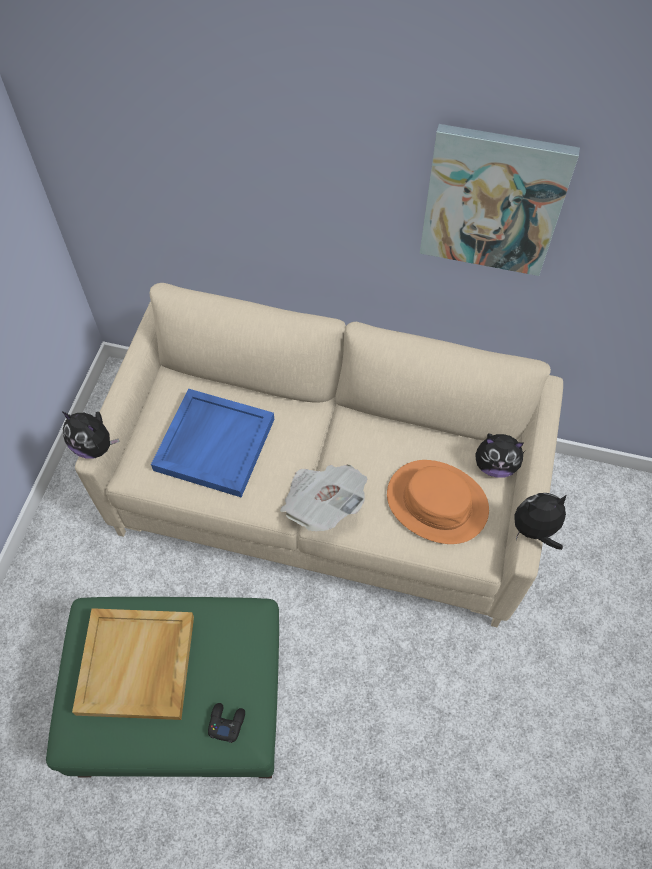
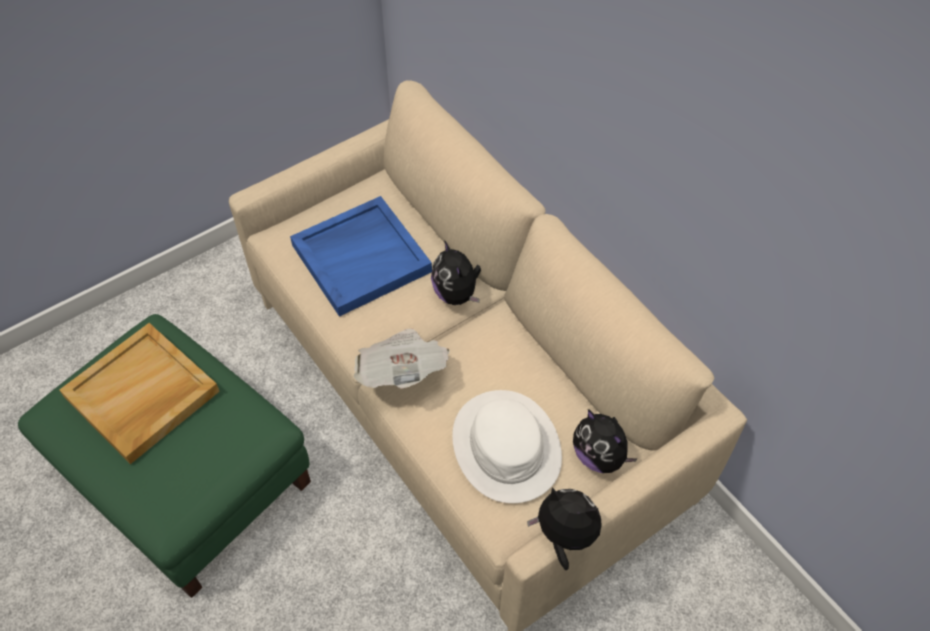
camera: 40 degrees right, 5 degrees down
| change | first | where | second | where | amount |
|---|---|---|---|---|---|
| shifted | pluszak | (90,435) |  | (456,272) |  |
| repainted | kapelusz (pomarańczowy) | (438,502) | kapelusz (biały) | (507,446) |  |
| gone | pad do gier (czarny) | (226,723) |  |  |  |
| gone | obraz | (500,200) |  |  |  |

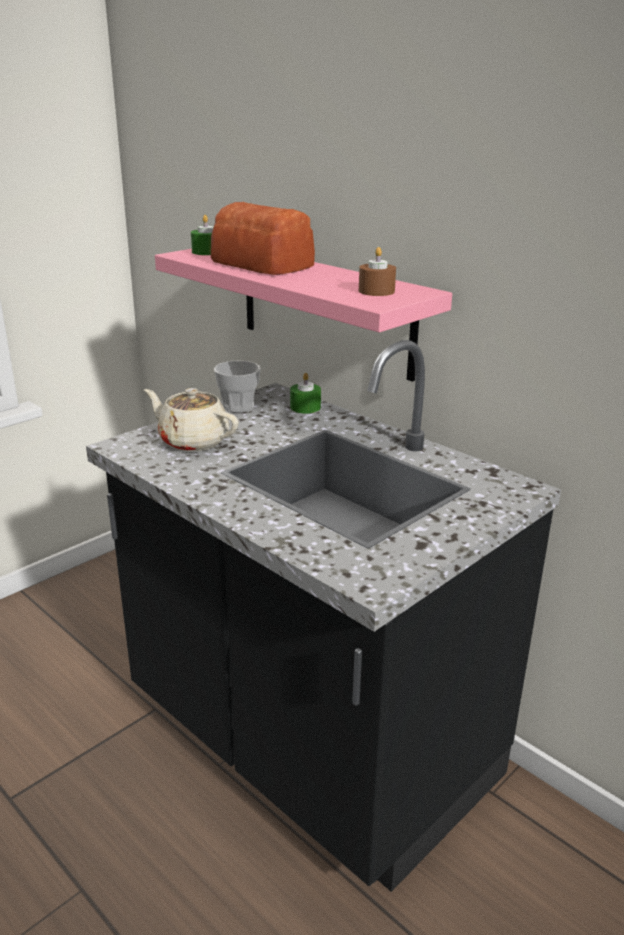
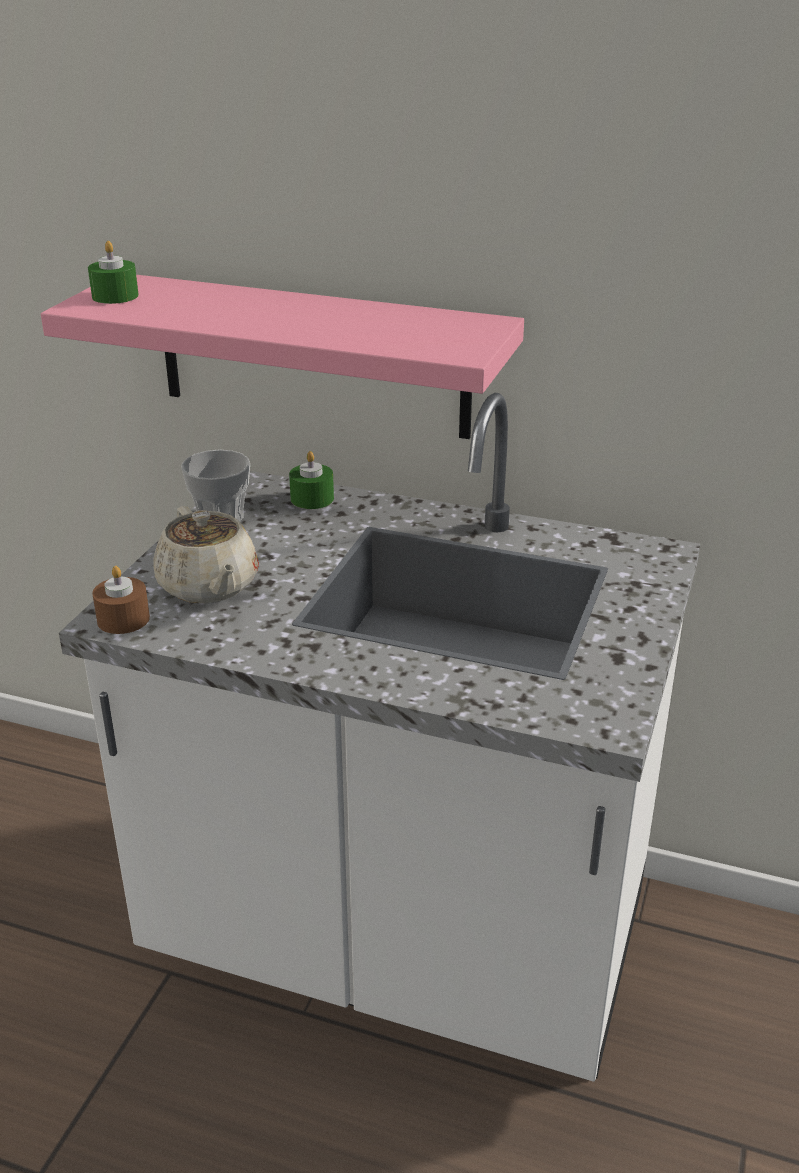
camera: 25 degrees left, 5 degrees up
| change | first | where | second | where | amount |
|---|---|---|---|---|---|
| repainted | zabudowa kuchenna (czarny) | (323,616) | zabudowa kuchenna (biały) | (379,737) |  |
| shifted | świeca (brązowy) | (377,271) |  | (121,600) |  |
| rotated | imbryk (beżowy) | (191,419) |  | (206,555) | 120 degrees counterclockwise |
| gone | chleb | (263,238) |  |  |  |

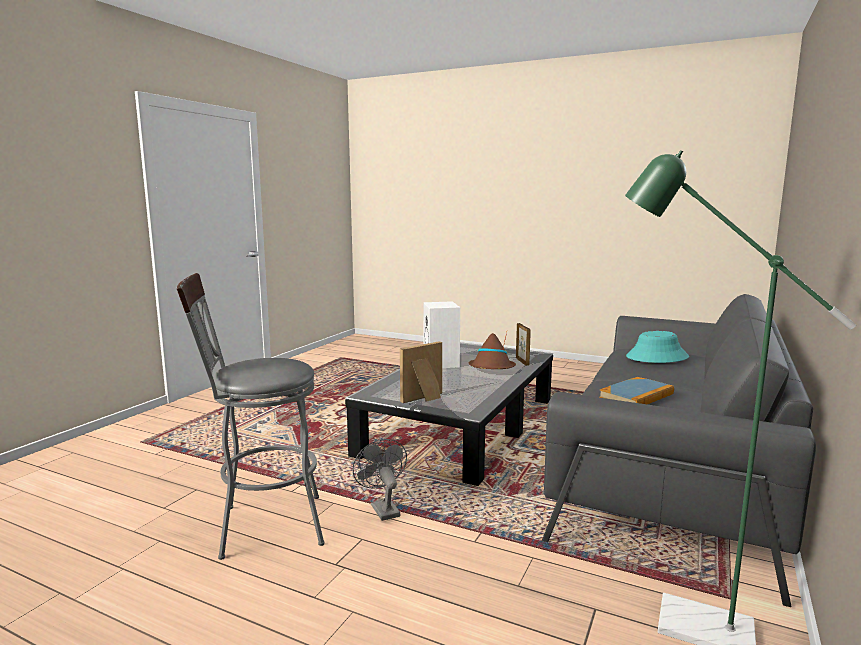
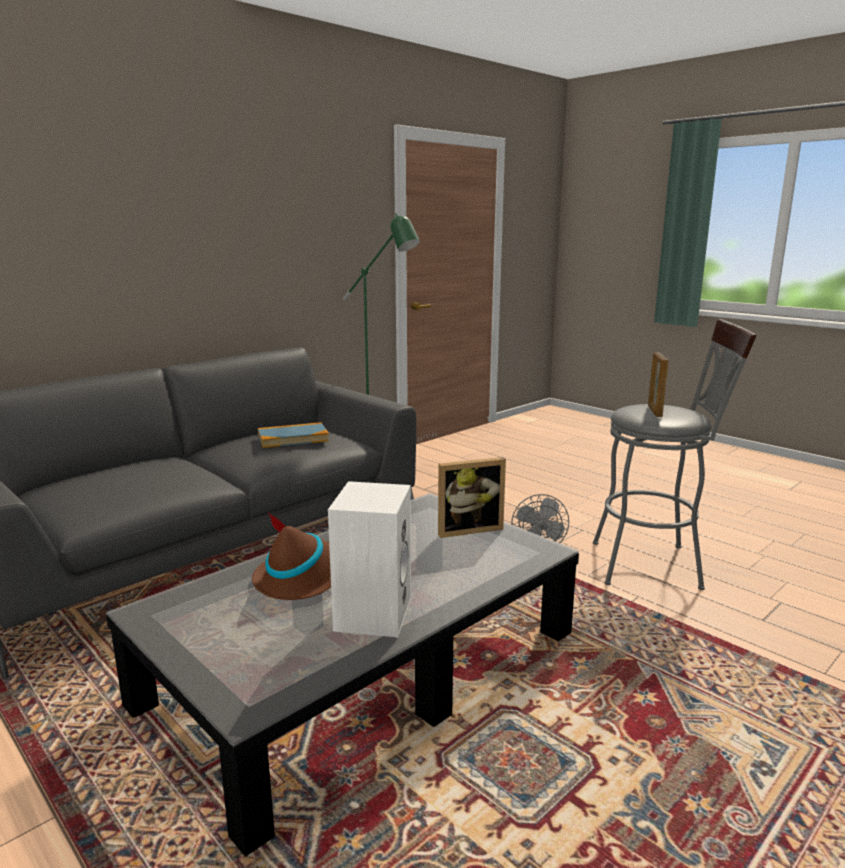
camera: 160 degrees left, 5 degrees up
| change | first | where | second | where | amount |
|---|---|---|---|---|---|
| shifted | ramka na zdjęcie | (523,344) |  | (658,384) |  |
| gone | kapelusz (turkusowy) | (657,347) |  |  |  |

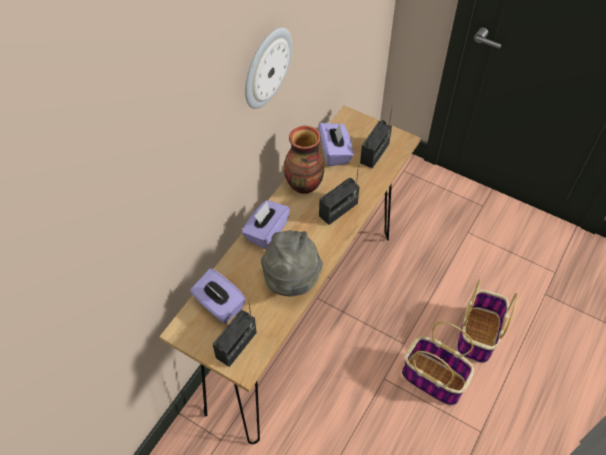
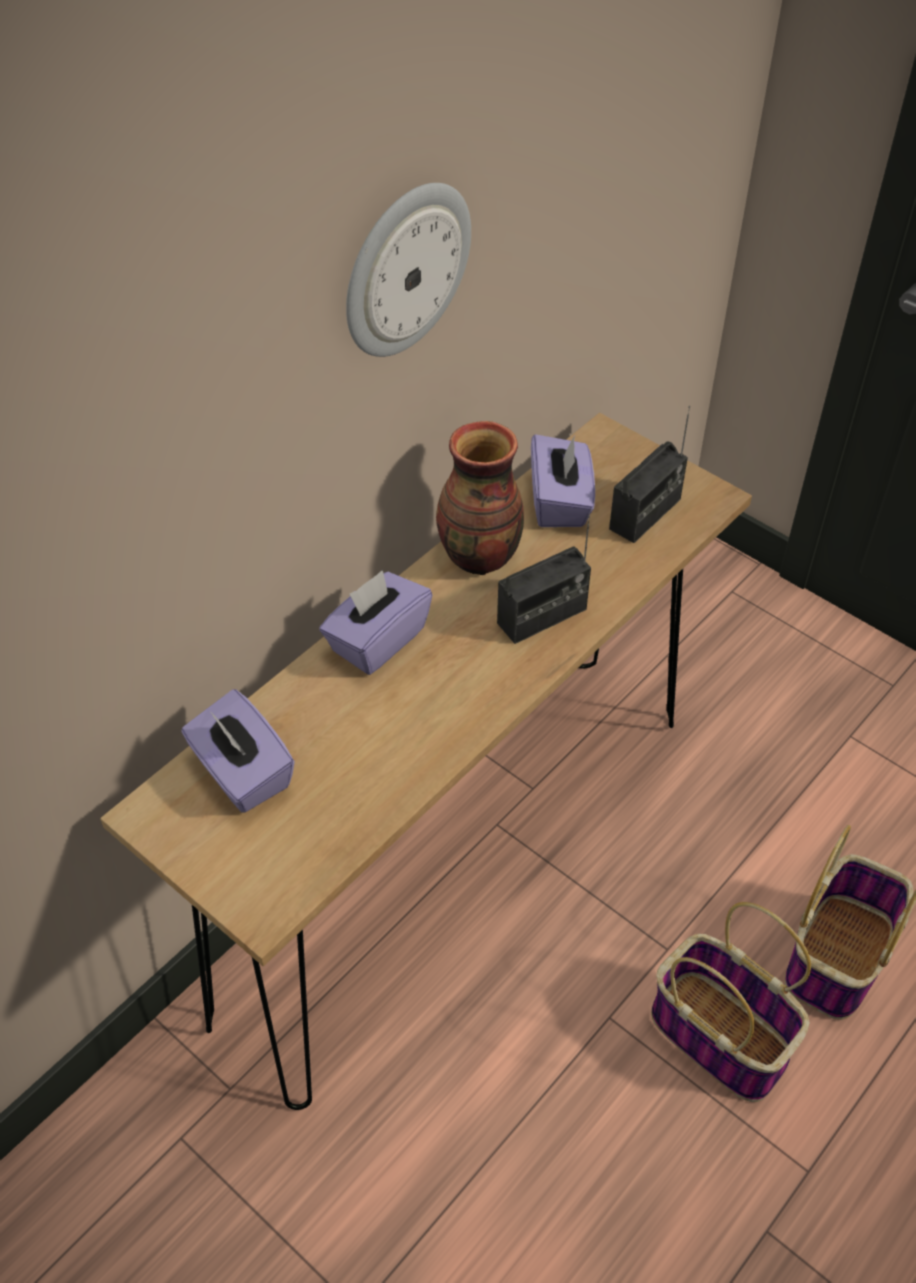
camera: 10 degrees right, 5 degrees down
| change | first | where | second | where | amount |
|---|---|---|---|---|---|
| gone | radio | (235,333) |  |  |  |
| gone | kapelusz (szary) | (292,263) |  |  |  |

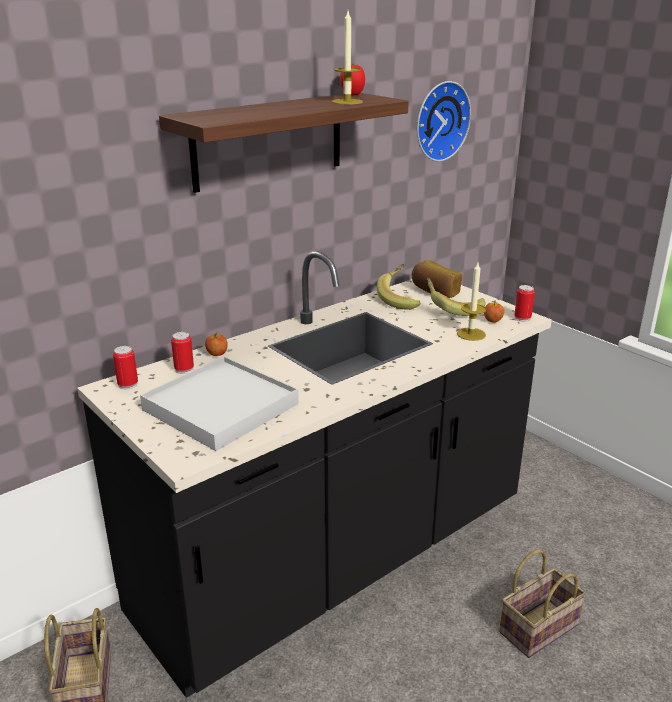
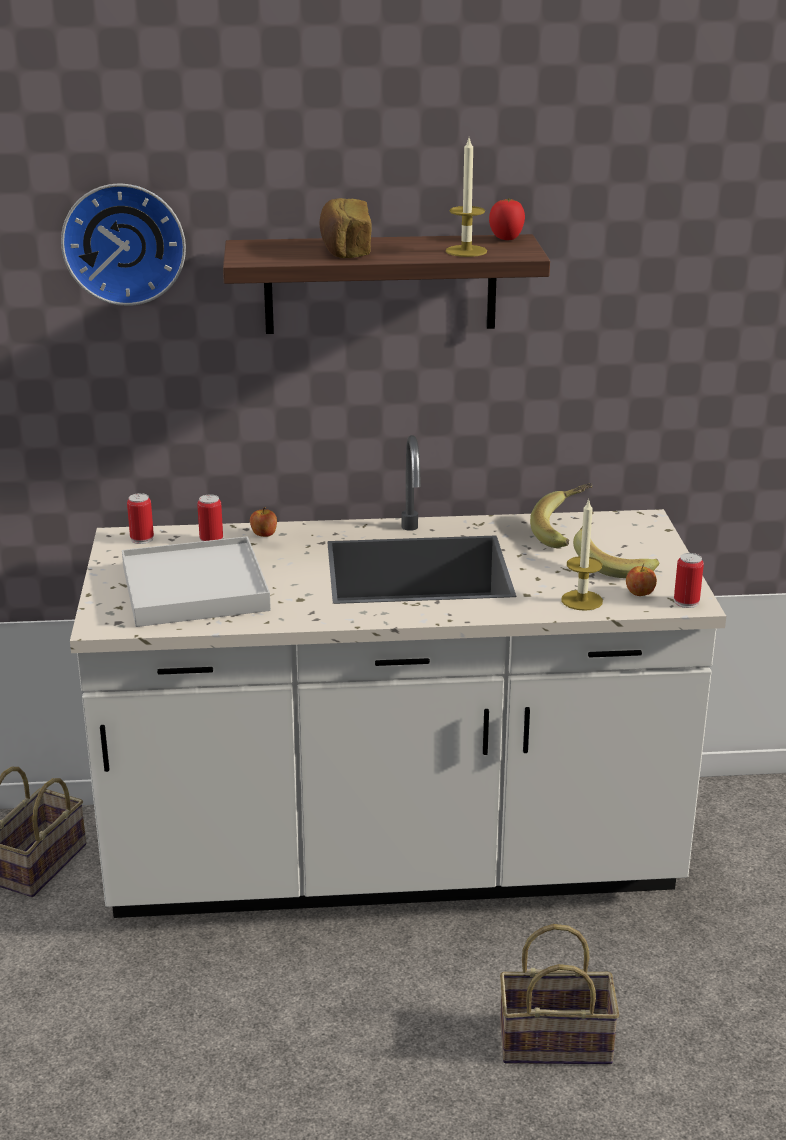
camera: 35 degrees right, 0 degrees up
| change | first | where | second | where | amount |
|---|---|---|---|---|---|
| shifted | zegar ścienny | (444,121) |  | (123,245) |  |
| repainted | zabudowa kuchenna (czarny) | (314,474) | zabudowa kuchenna (biały) | (398,676) |  |
| shifted | chleb | (437,279) |  | (346,228) |  |

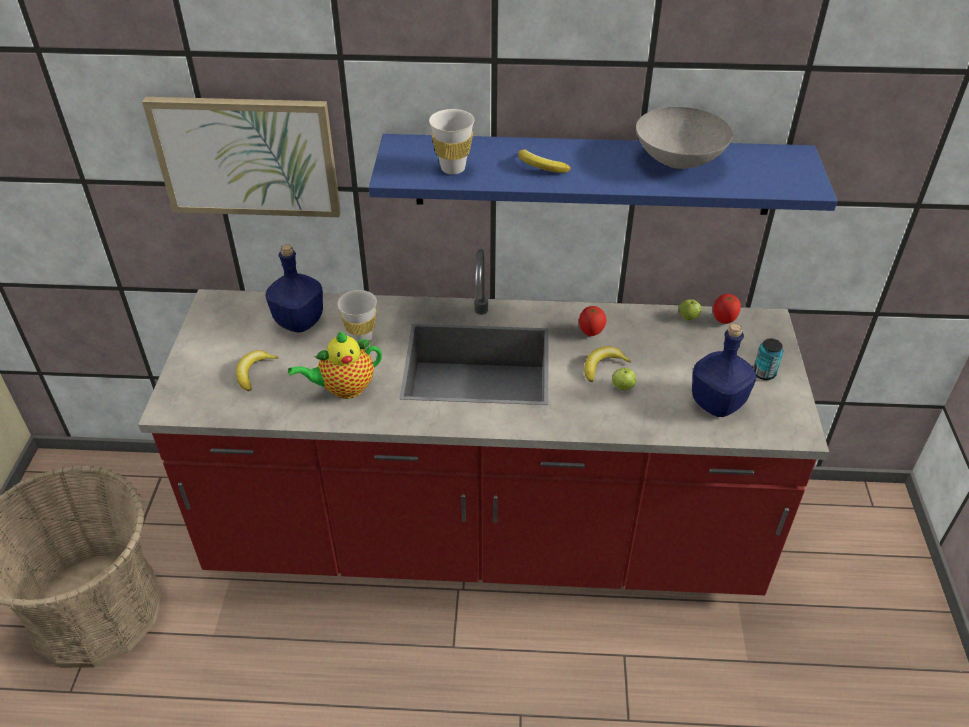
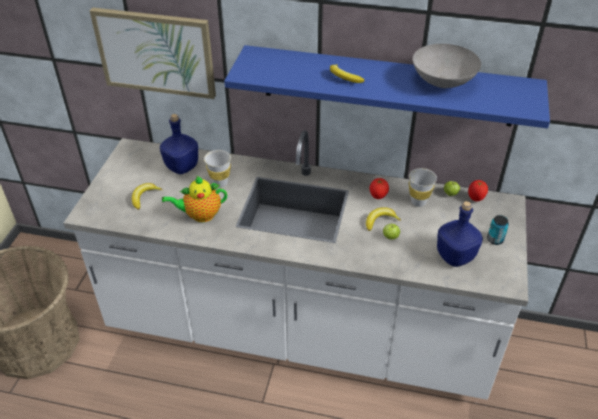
camera: 10 degrees right, 0 degrees up
| change | first | where | second | where | amount |
|---|---|---|---|---|---|
| repainted | zabudowa kuchenna (czerwony) | (483,422) | zabudowa kuchenna (biały) | (296,265) |  |
| shifted | filiżanka (biały) | (451,141) |  | (423,187) |  |

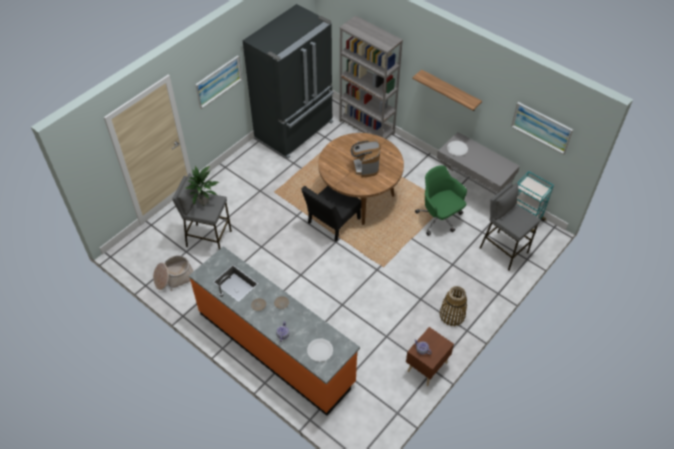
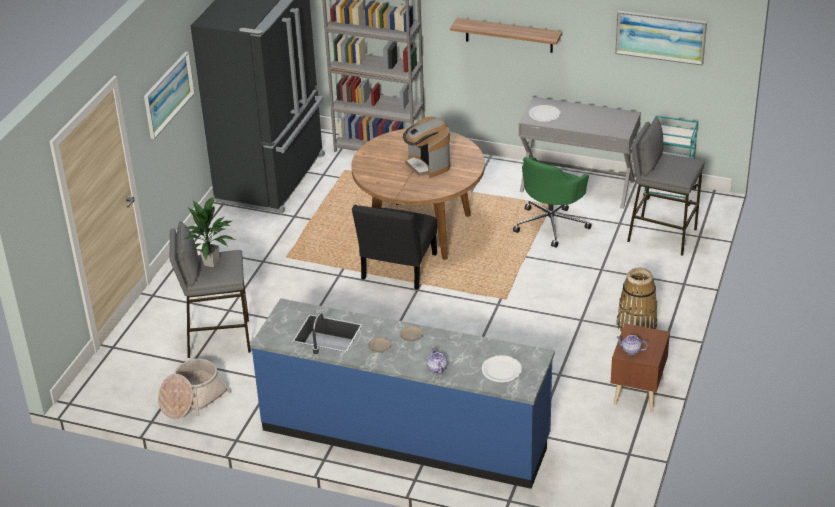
camera: 20 degrees left, 15 degrees down
| change | first | where | second | where | amount |
|---|---|---|---|---|---|
| repainted | zabudowa kuchenna (pomarańczowy) | (274,331) | zabudowa kuchenna (niebieski) | (402,393) |  |
| rotated | krzesło biurowe (zielony) | (441,200) |  | (552,202) | 90 degrees counterclockwise |

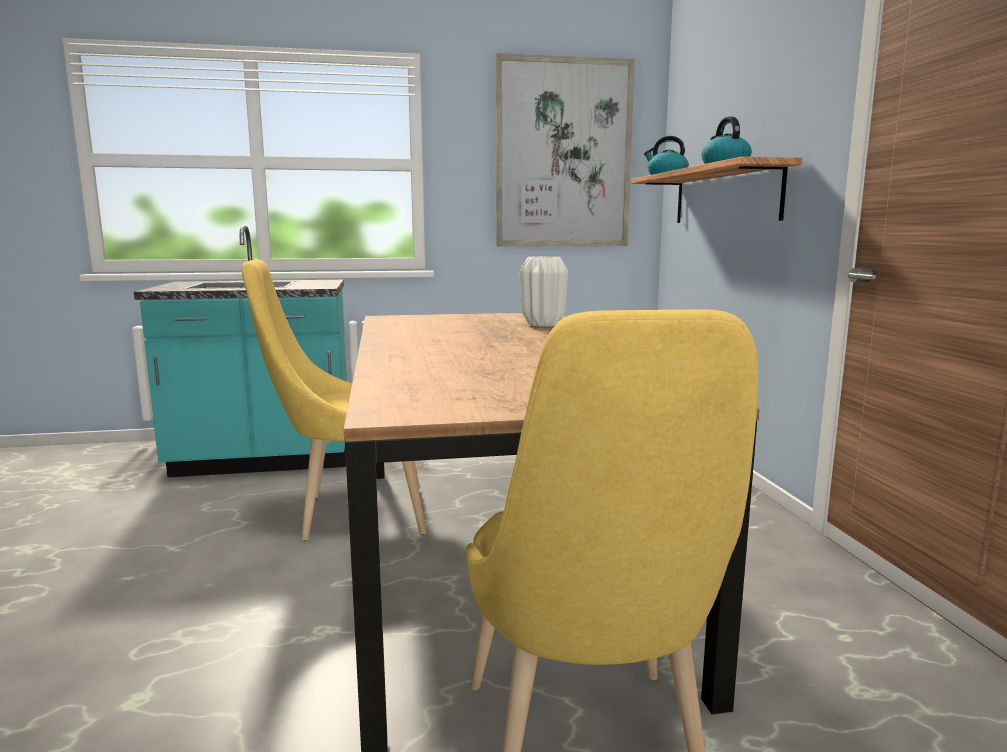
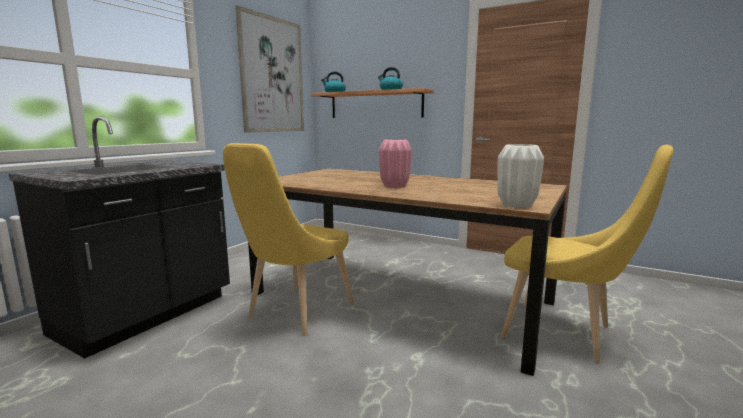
camera: 50 degrees left, 0 degrees up
| change | first | where | second | where | amount |
|---|---|---|---|---|---|
| repainted | zabudowa kuchenna (turkusowy) | (240,350) | zabudowa kuchenna (czarny) | (119,237) |  |
| new |  |  | wazon (różowy) | (395,163) |  |
| shifted | wazon (biały) | (544,291) |  | (520,176) |  |

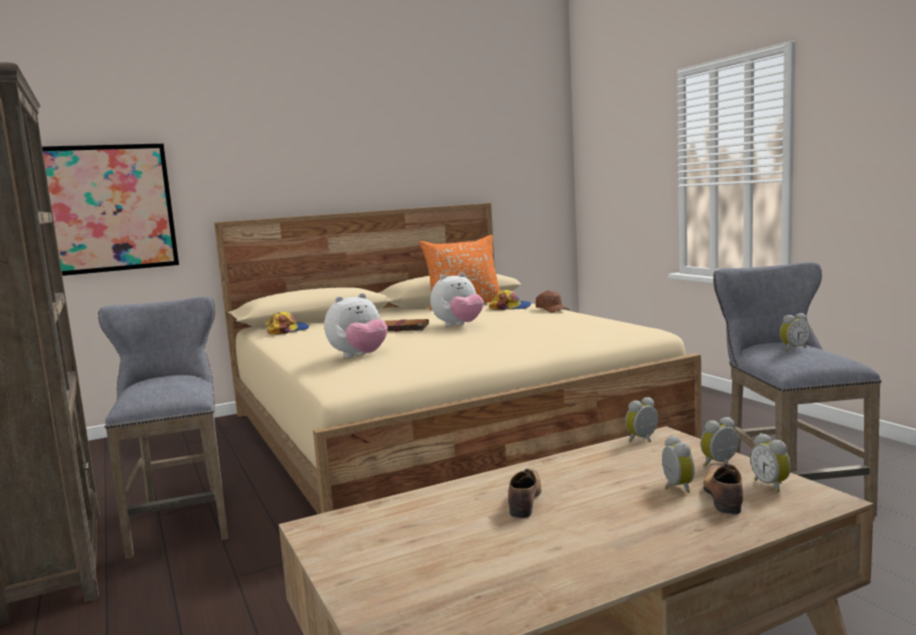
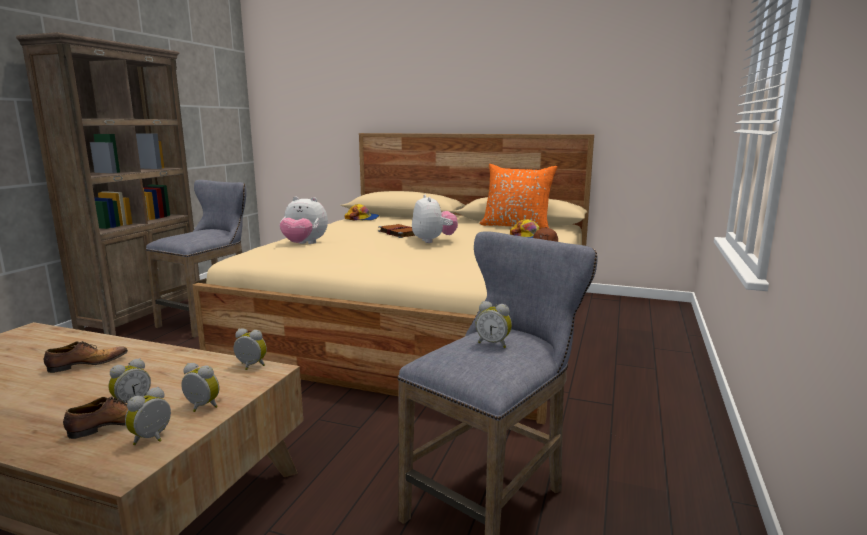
camera: 45 degrees right, 5 degrees up
| change | first | where | second | where | amount |
|---|---|---|---|---|---|
| rotated | pluszak | (457,299) |  | (435,219) | 120 degrees counterclockwise |
| gone | obraz | (110,209) |  |  |  |

